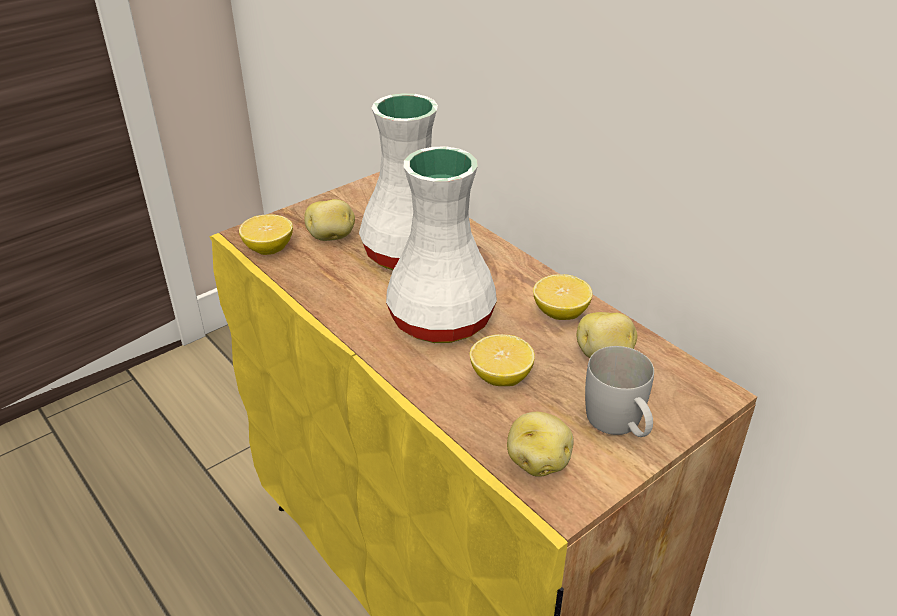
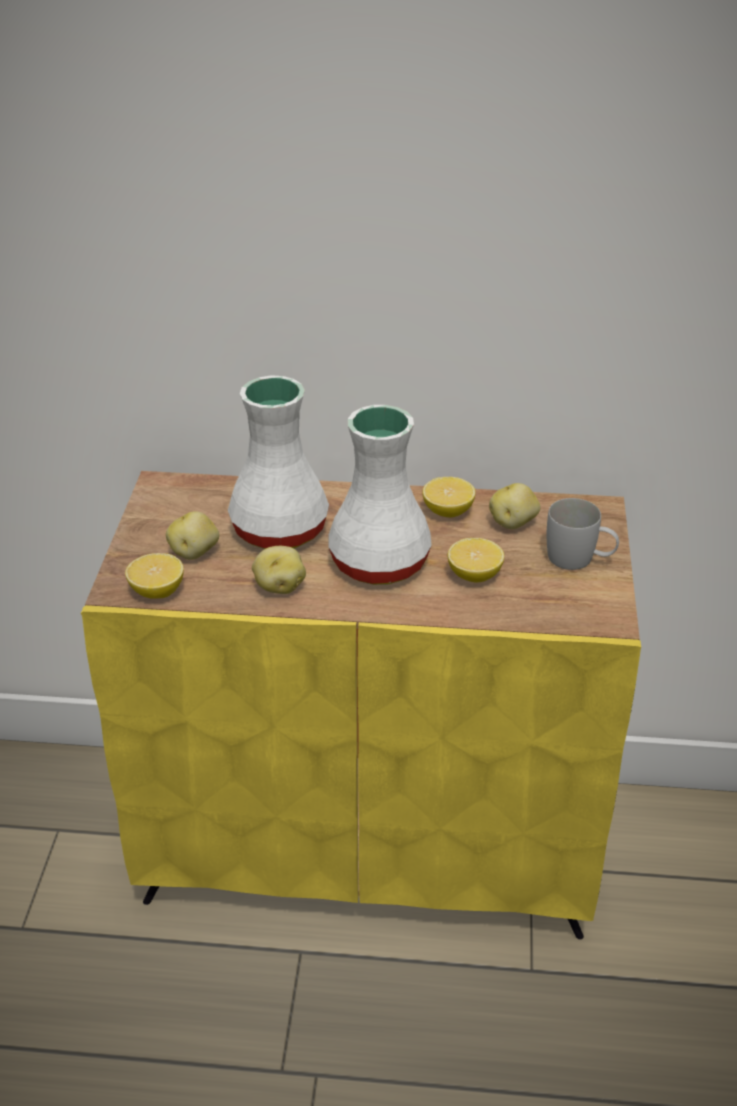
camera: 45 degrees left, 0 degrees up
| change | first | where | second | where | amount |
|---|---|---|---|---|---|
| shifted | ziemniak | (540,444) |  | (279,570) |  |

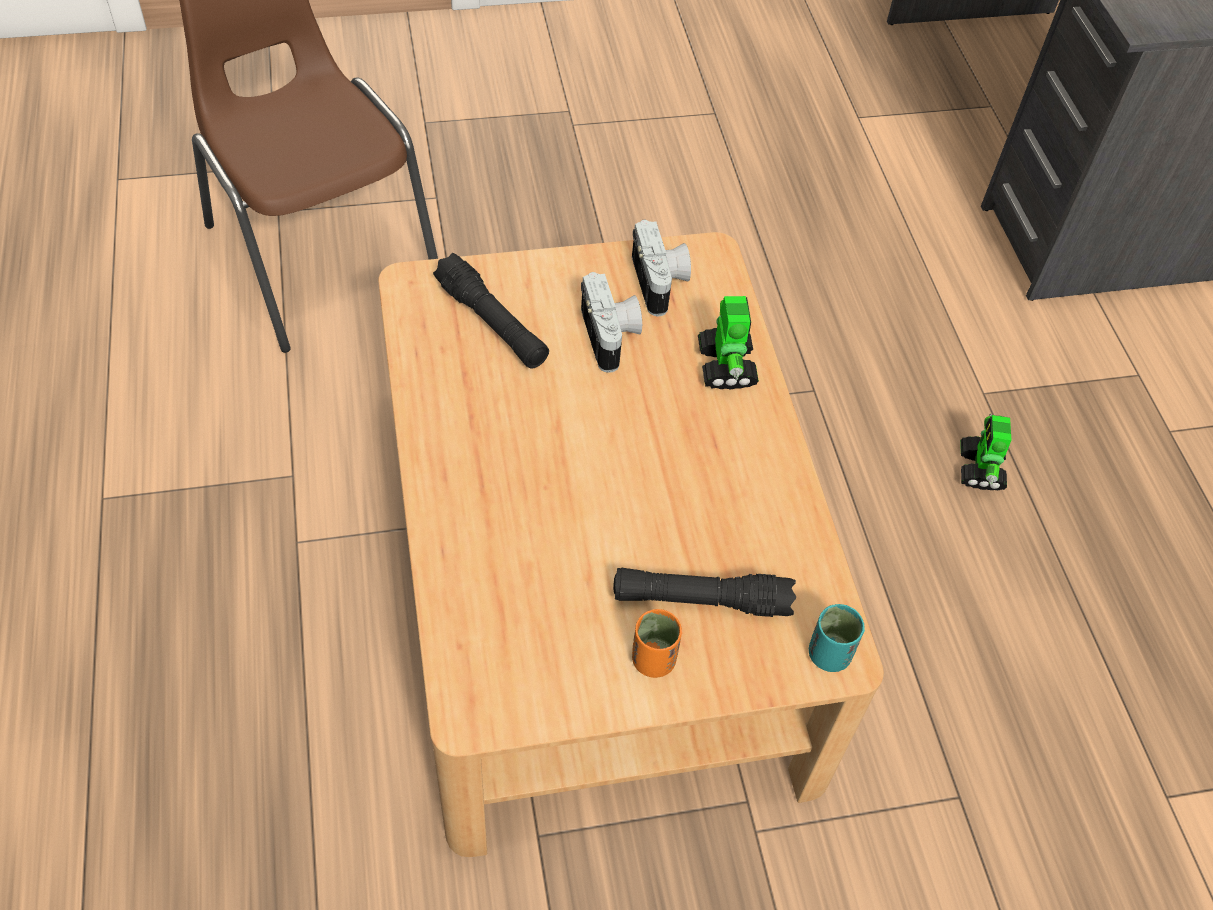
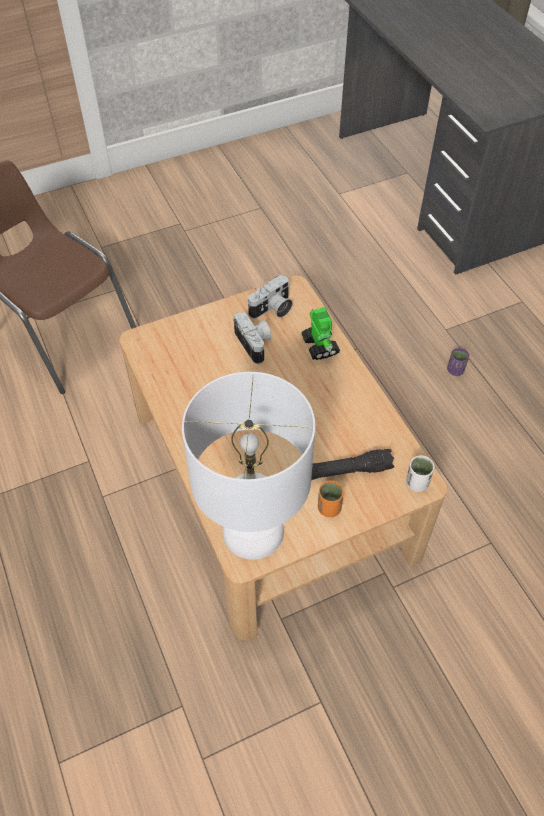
camera: 10 degrees left, 0 degrees up
| change | first | where | second | where | amount |
|---|---|---|---|---|---|
| new |  |  | lampa stołowa (biały) | (248,466) |  |
| rotated | aparat fotograficzny | (661,268) |  | (270,297) | 75 degrees clockwise |
| repainted | filiżanka (turkusowy) | (837,638) | filiżanka (biały) | (420,473) |  |
| swapped | robot zabawkowy | (985,452) | filiżanka (fioletowy) | (458,362) |  |
| gone | latarka (czarny) | (491,311) |  |  |  |

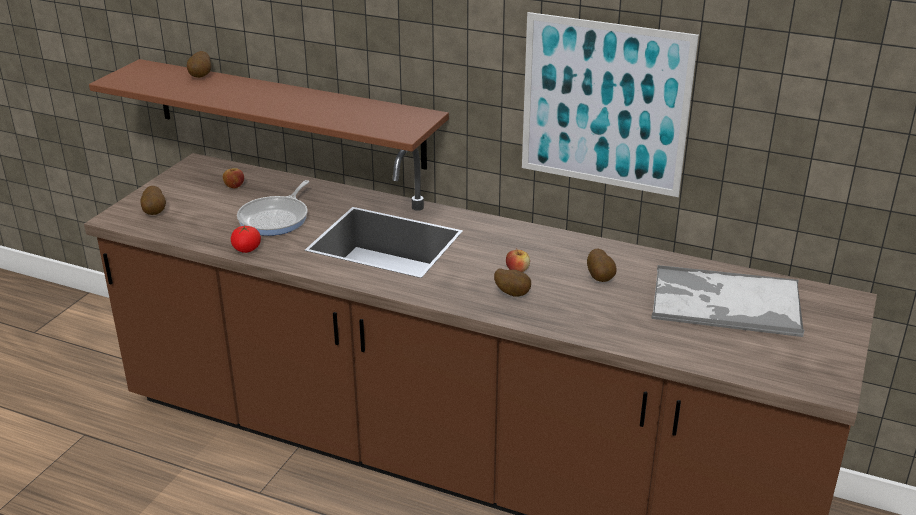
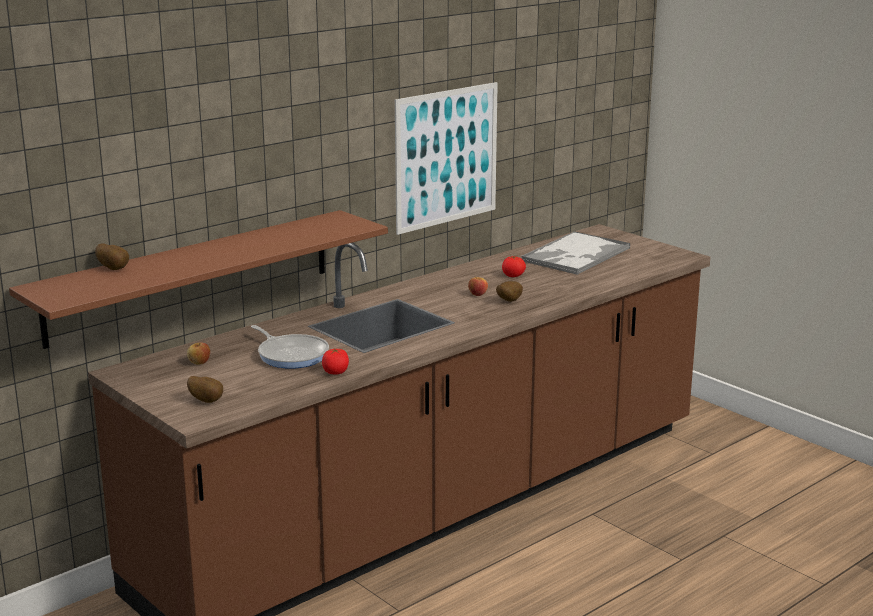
camera: 65 degrees left, 10 degrees down
| change | first | where | second | where | amount |
|---|---|---|---|---|---|
| swapped | ziemniak | (602,265) | pomidor | (514,266) |  |

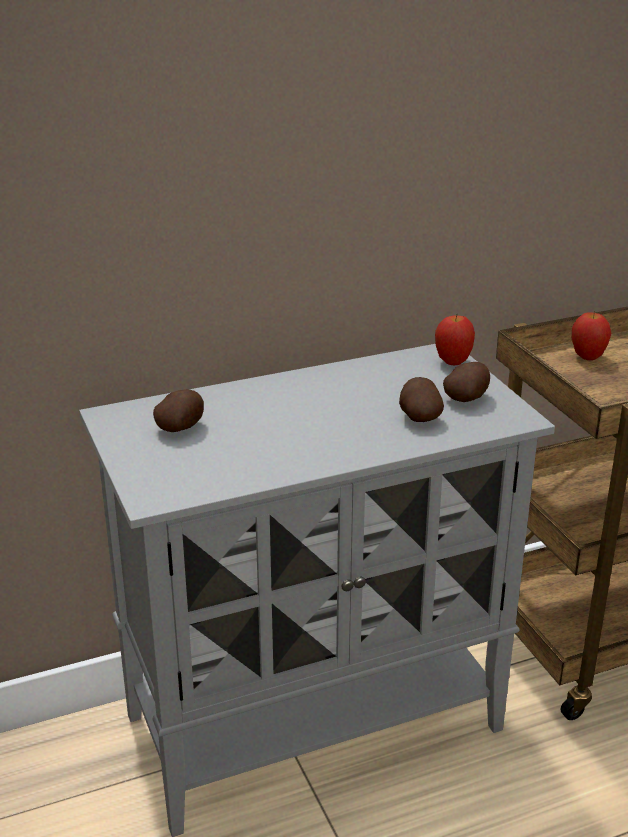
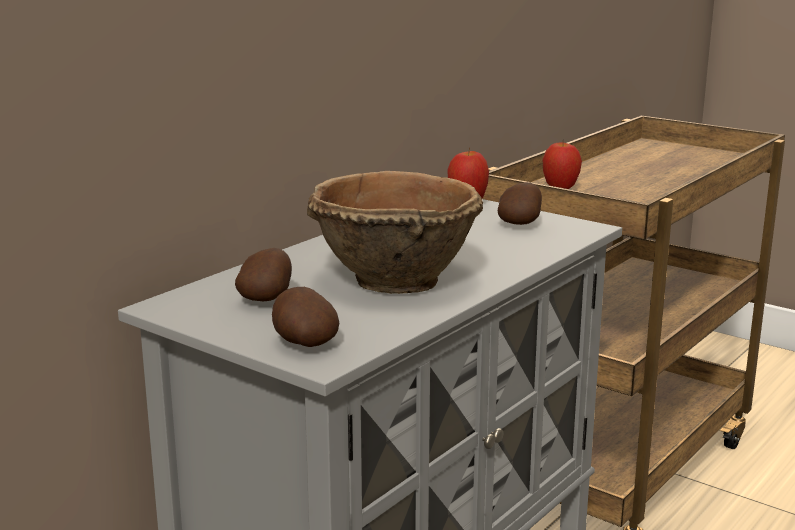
camera: 30 degrees left, 10 degrees down
| change | first | where | second | where | amount |
|---|---|---|---|---|---|
| shifted | ziemniak | (421,399) |  | (305,317) |  |
| new |  |  | miska (brązowy) | (395,232) |  |

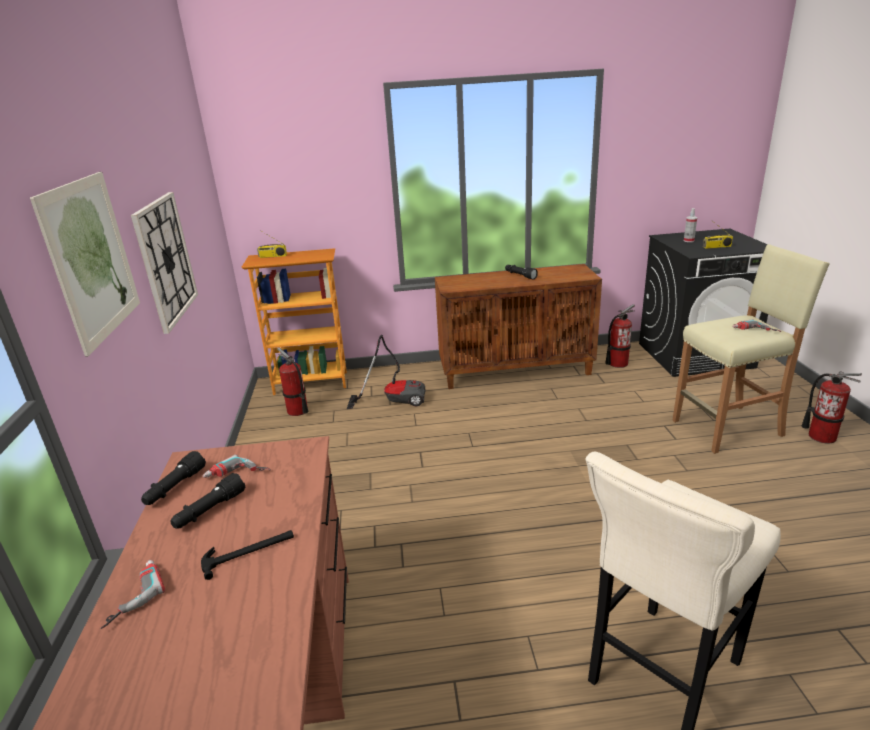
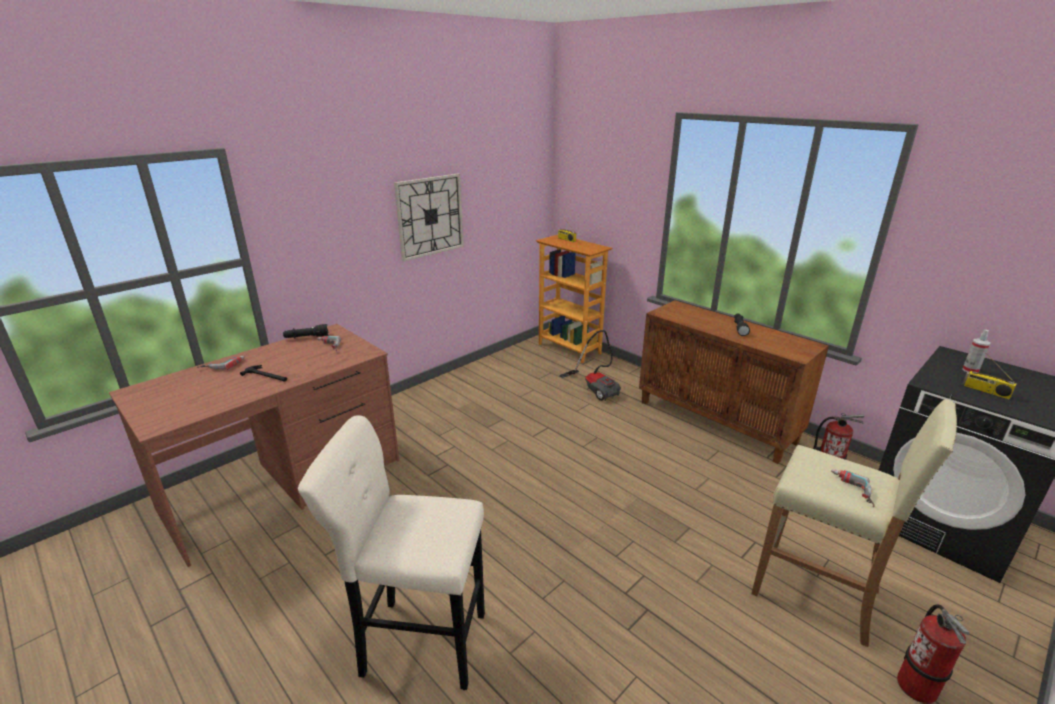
camera: 50 degrees right, 0 degrees up
| change | first | where | second | where | amount |
|---|---|---|---|---|---|
| gone | obraz | (85,264) |  |  |  |
| gone | latarka (czarny) | (207,501) |  |  |  |
| gone | gaśnica | (293,382) |  |  |  |

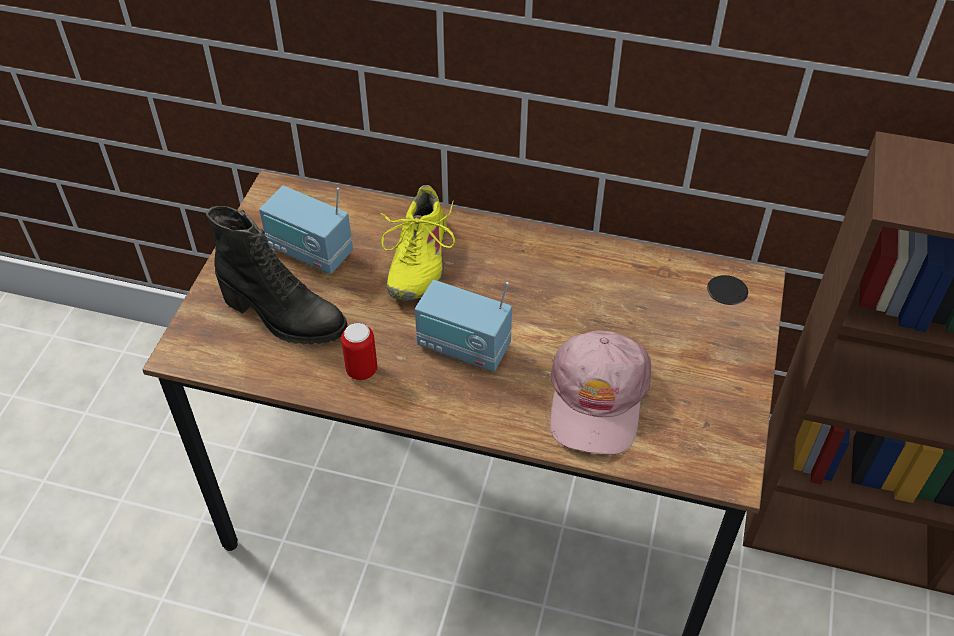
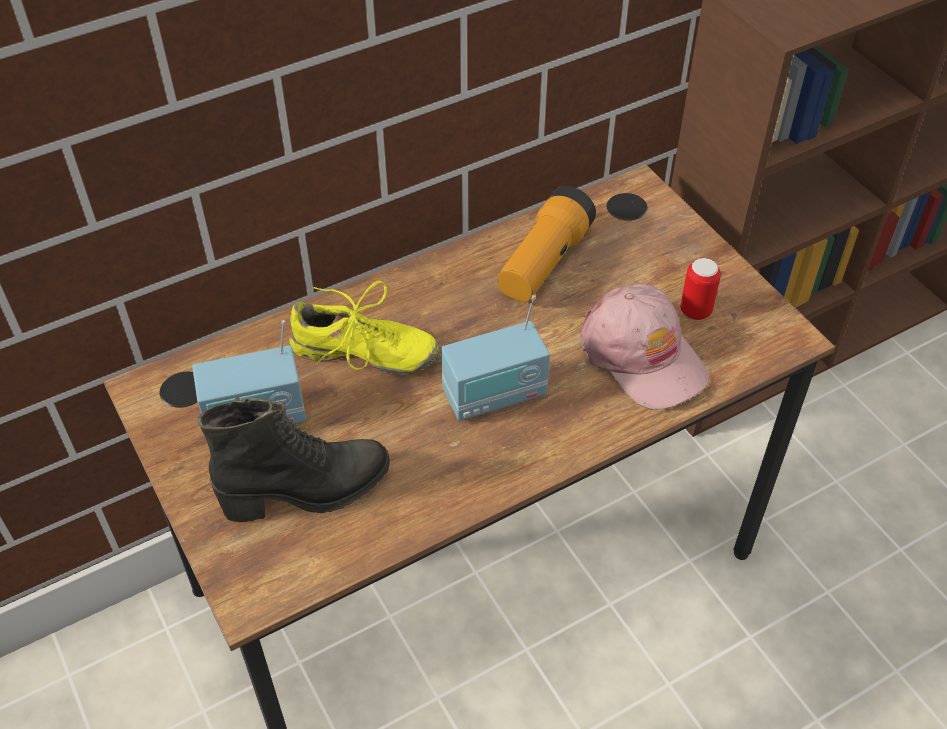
camera: 45 degrees left, 0 degrees up
| change | first | where | second | where | amount |
|---|---|---|---|---|---|
| rotated | but (żółty) | (417,243) |  | (364,328) | 45 degrees counterclockwise |
| new |  |  | latarka | (547,244) |  |
| shifted | puszka | (359,351) |  | (700,289) |  |

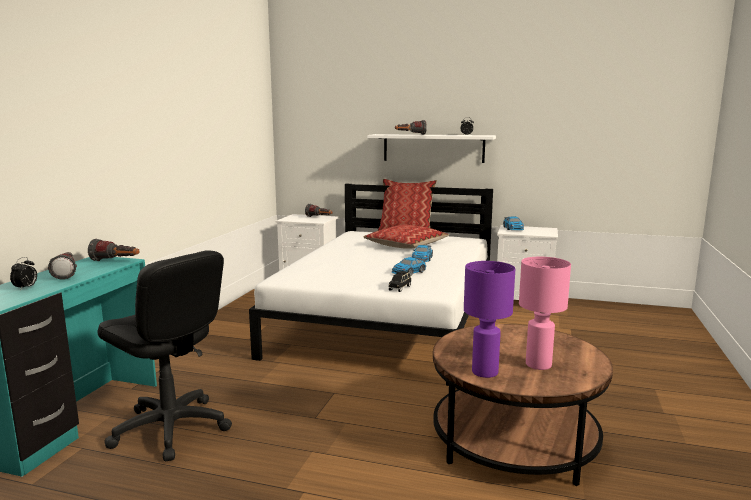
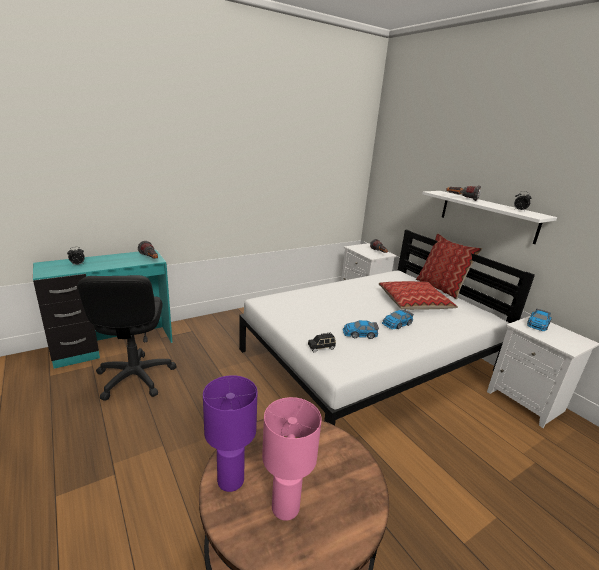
camera: 40 degrees right, 10 degrees up
| change | first | where | second | where | amount |
|---|---|---|---|---|---|
| gone | latarka | (62,266) |  |  |  |

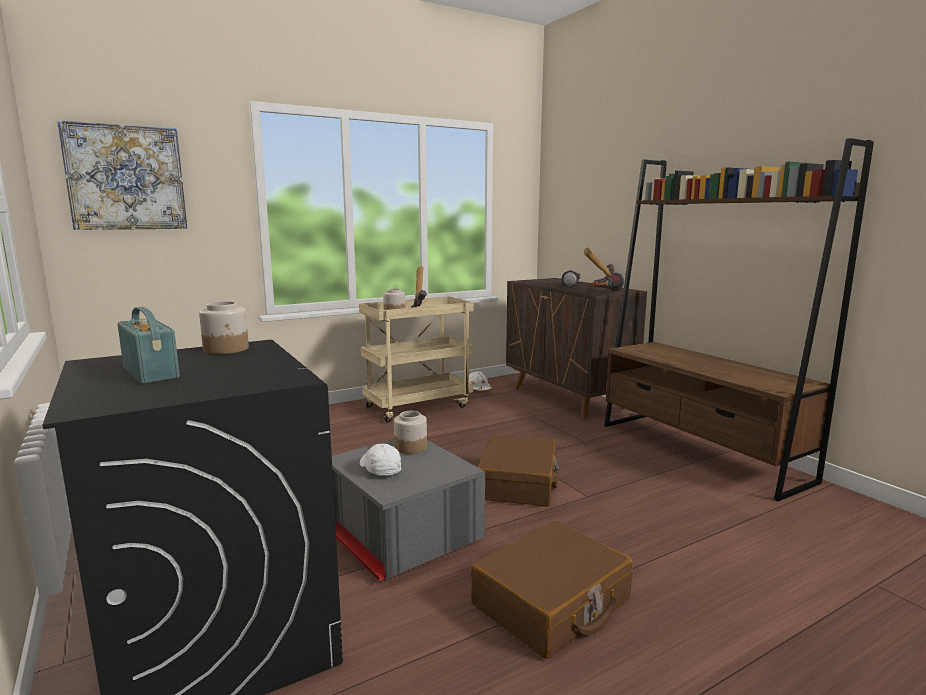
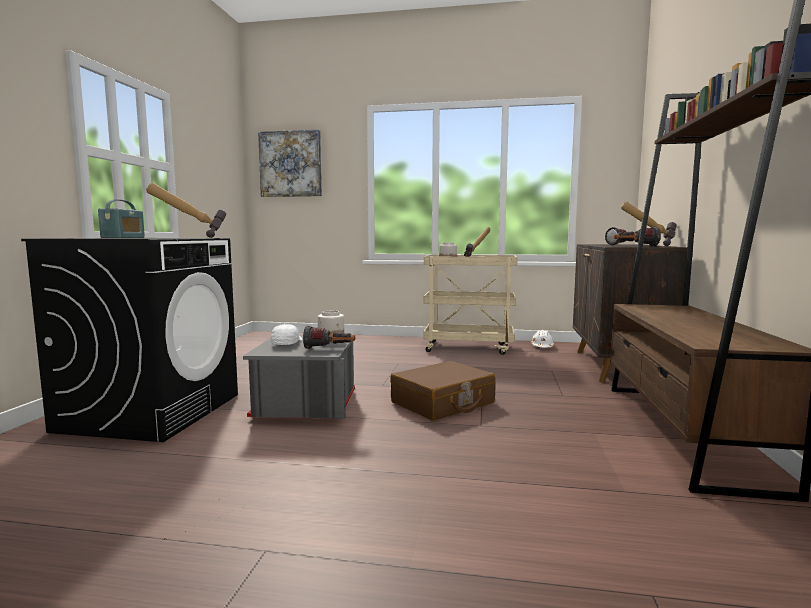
camera: 40 degrees right, 5 degrees down
| change | first | where | second | where | amount |
|---|---|---|---|---|---|
| swapped | słoik | (224,327) | młotek | (186,210) |  |
| new |  |  | latarka | (329,337) |  |
| gone | walizka (brązowy) | (551,590) |  |  |  |

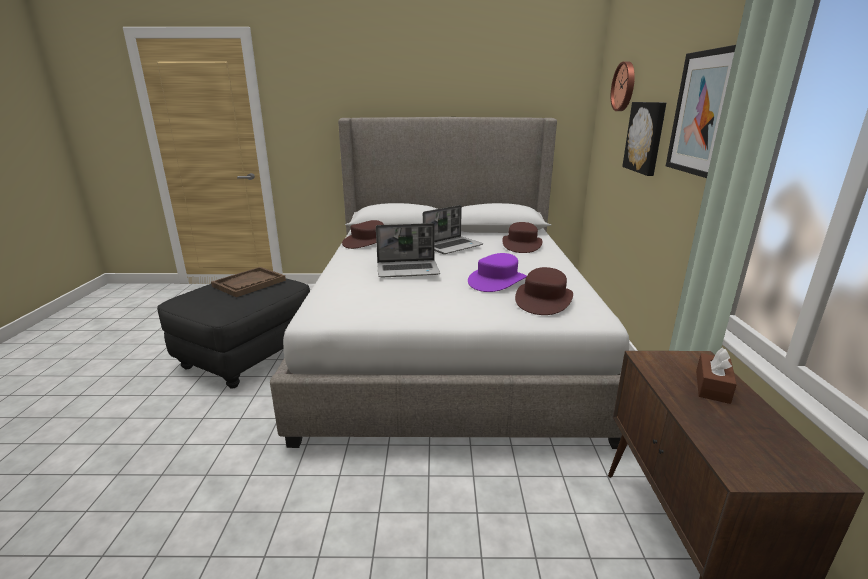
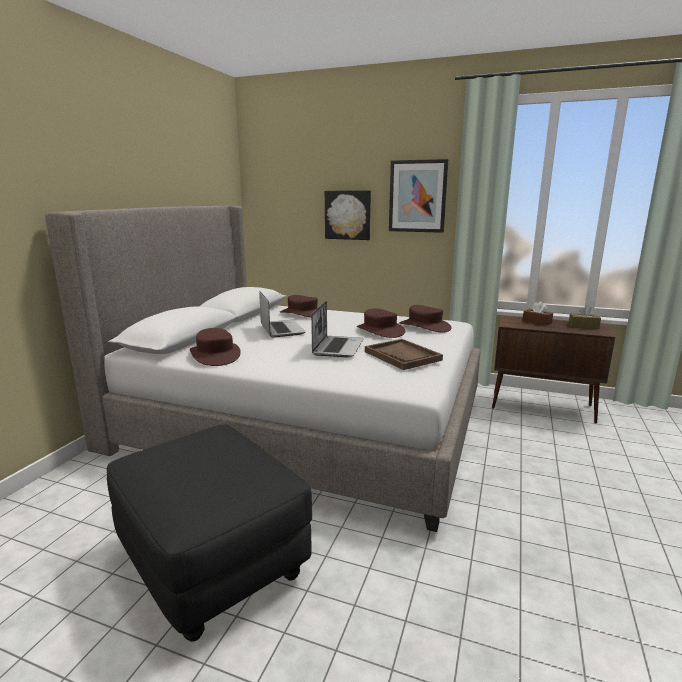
camera: 70 degrees left, 5 degrees down
| change | first | where | second | where | amount |
|---|---|---|---|---|---|
| repainted | kapelusz (fioletowy) | (497,272) | kapelusz (brązowy) | (381,323) |  |
| shifted | taca (brązowy) | (248,282) |  | (404,354) |  |
| new |  |  | pudełko chusteczek (brązowy) | (584,317) |  |
| gone | zegar ścienny | (623,86) |  |  |  |

